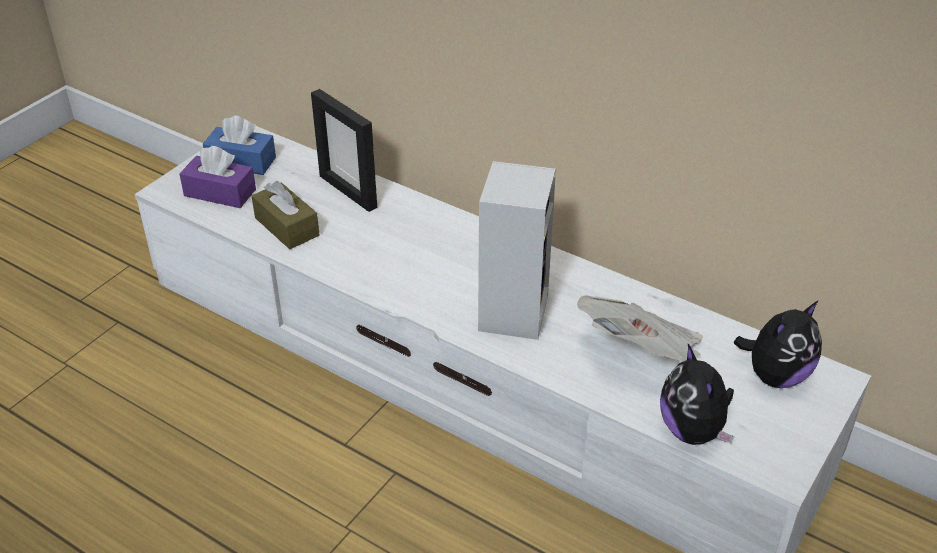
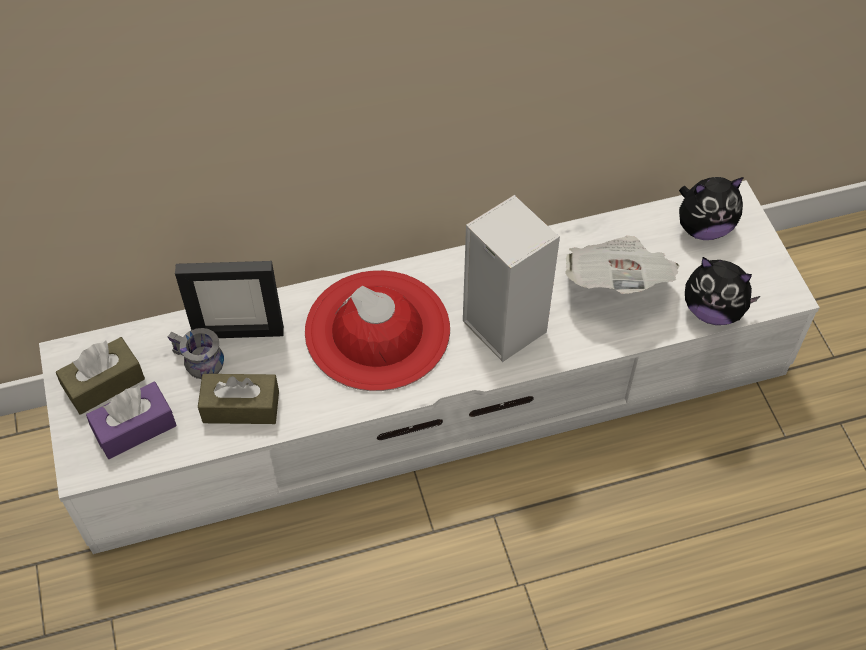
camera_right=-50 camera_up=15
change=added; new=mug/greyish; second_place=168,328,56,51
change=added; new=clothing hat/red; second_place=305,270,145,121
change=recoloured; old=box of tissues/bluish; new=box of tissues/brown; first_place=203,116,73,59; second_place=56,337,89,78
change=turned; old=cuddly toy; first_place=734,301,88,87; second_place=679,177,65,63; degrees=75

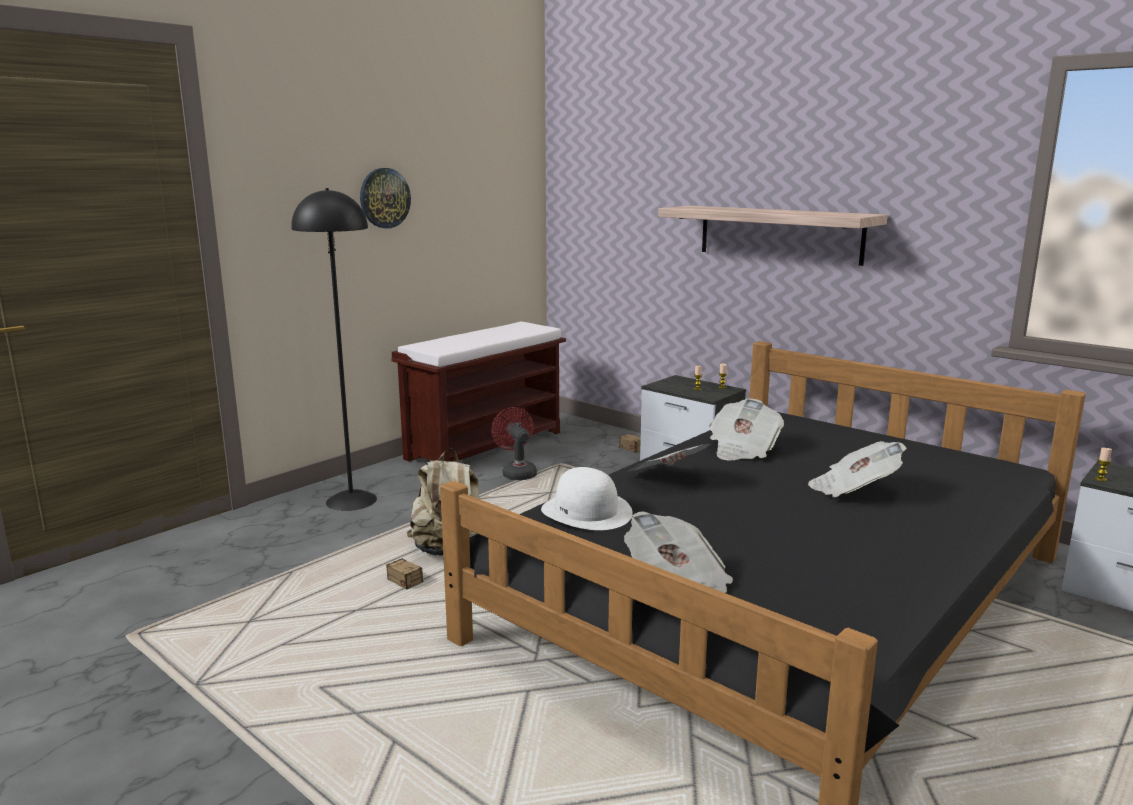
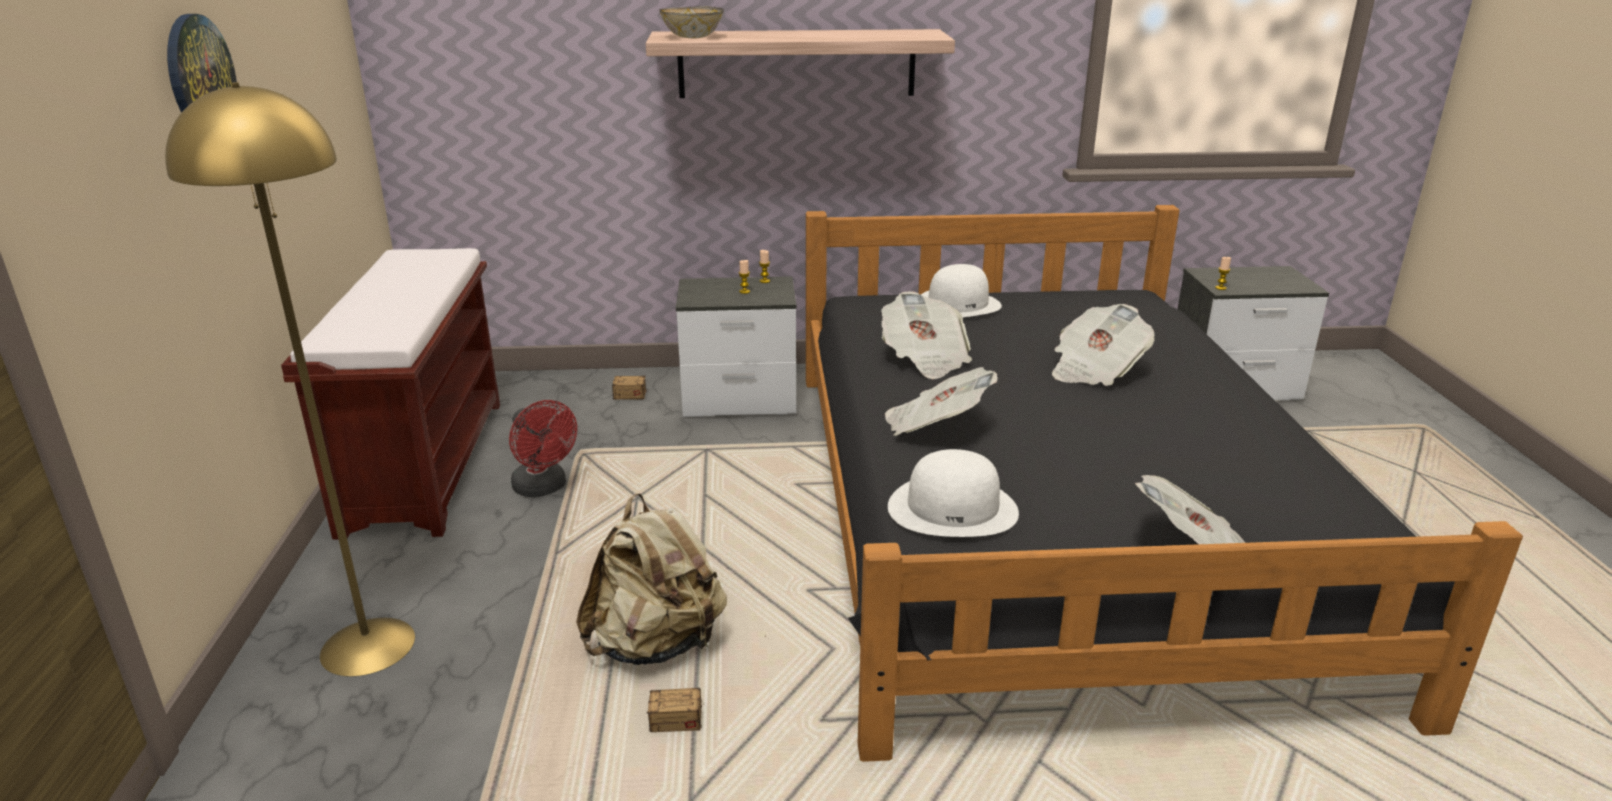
camera_right=-45 camera_up=10
change=added; new=deep dish; second_place=659,6,65,32
change=added; new=clothing hat/whitish; second_place=921,264,81,53
change=recoloured; old=standard lamp/blackish; new=standard lamp/yellow; first_place=291,188,86,323; second_place=165,82,250,594
change=turned; old=cooling fan/red; first_place=491,407,46,73; second_place=509,400,68,97; degrees=-150

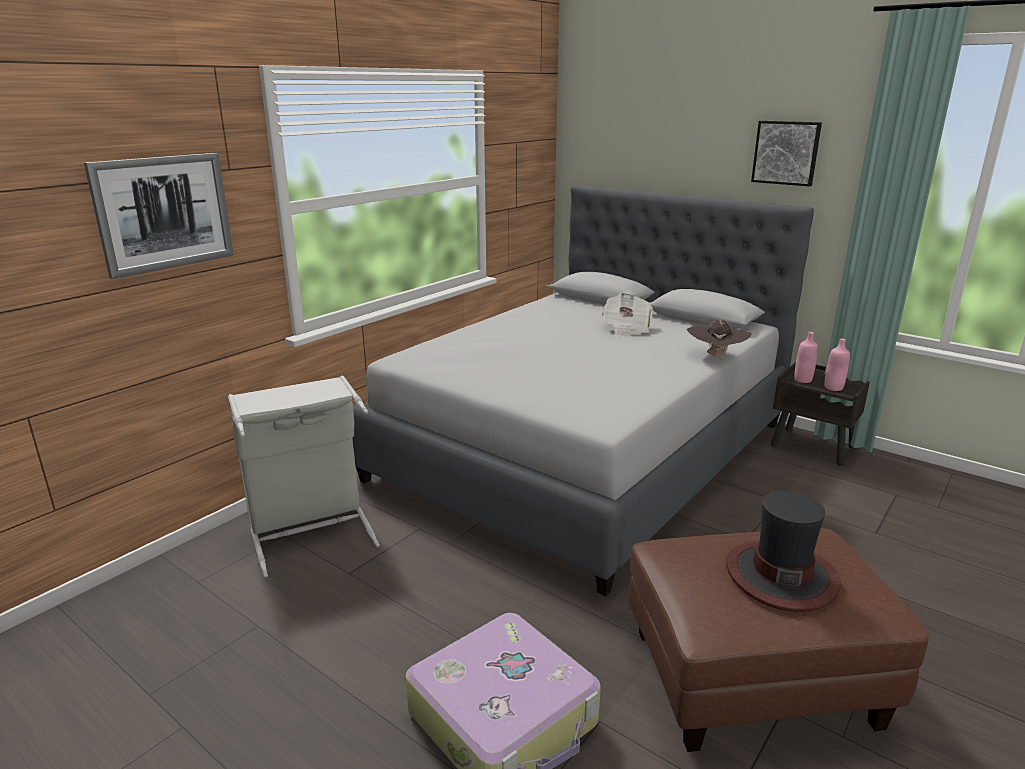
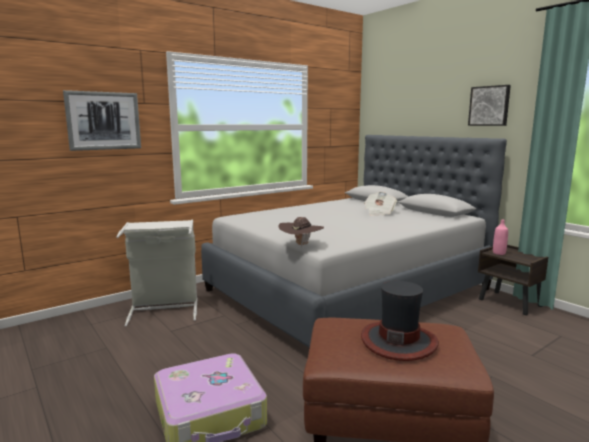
camera_right=15 camera_up=-10
change=removed; old=beverage bottle/pink; first_place=824,339,26,52
change=moved; old=clothing hat/brown; first_place=687,320,65,38; second_place=278,217,46,30

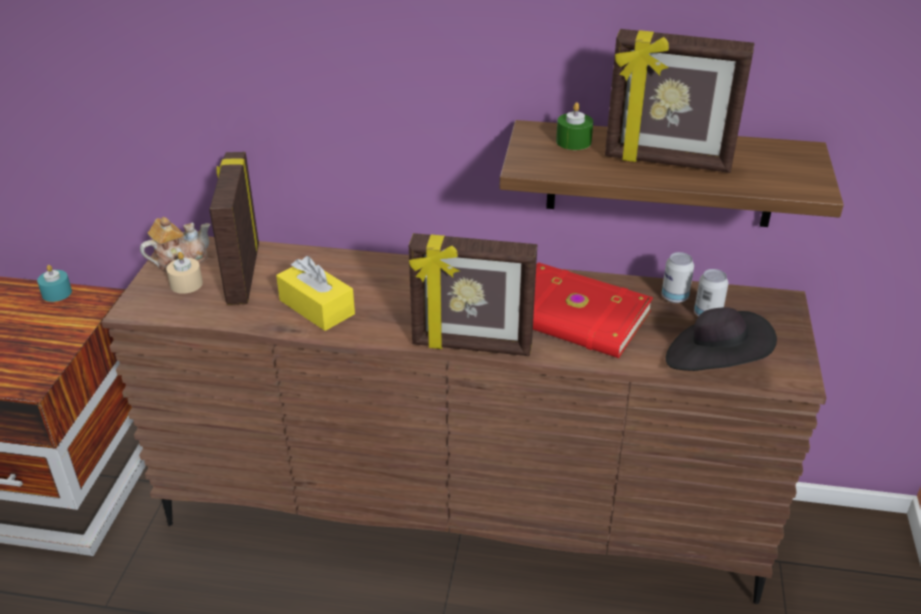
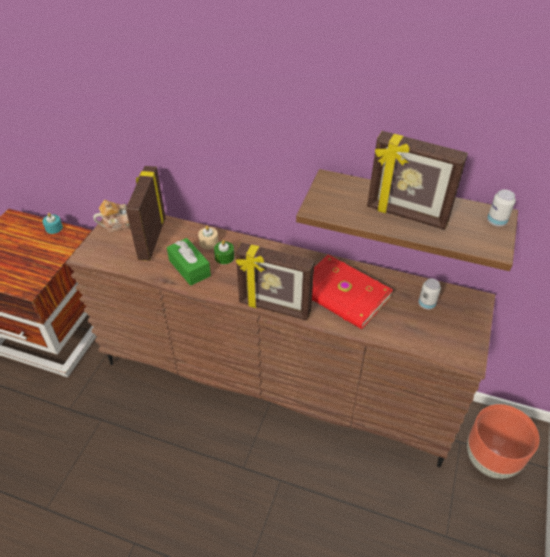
camera_right=10 camera_up=10
change=removed; old=clothing hat/blackish; first_place=666,307,111,64
change=added; new=flower pot/brown; second_place=467,404,72,75
change=moved; old=candle/beige; first_place=166,252,37,42; second_place=198,226,20,24
change=moved; old=candle/green-coloured; first_place=556,102,37,48; second_place=214,240,20,24
change=moved; old=can; first_place=662,252,32,51; second_place=487,189,29,37
change=recoloured; old=box of tissues/yellow; new=box of tissues/green-coloured; first_place=276,256,79,75; second_place=167,238,44,48

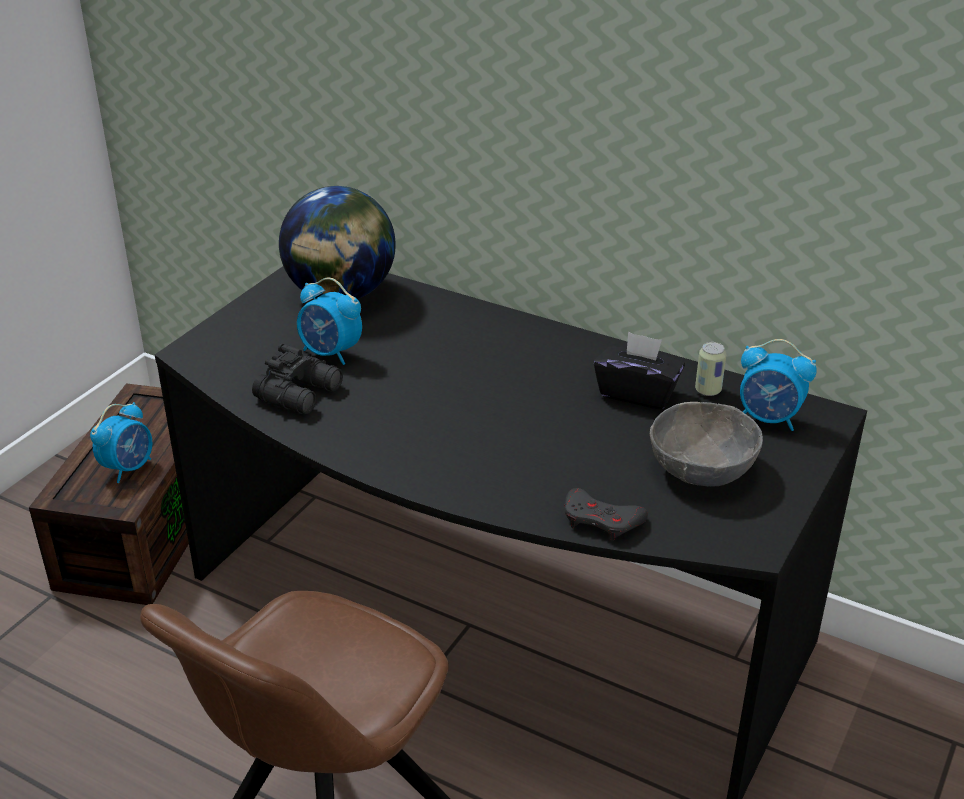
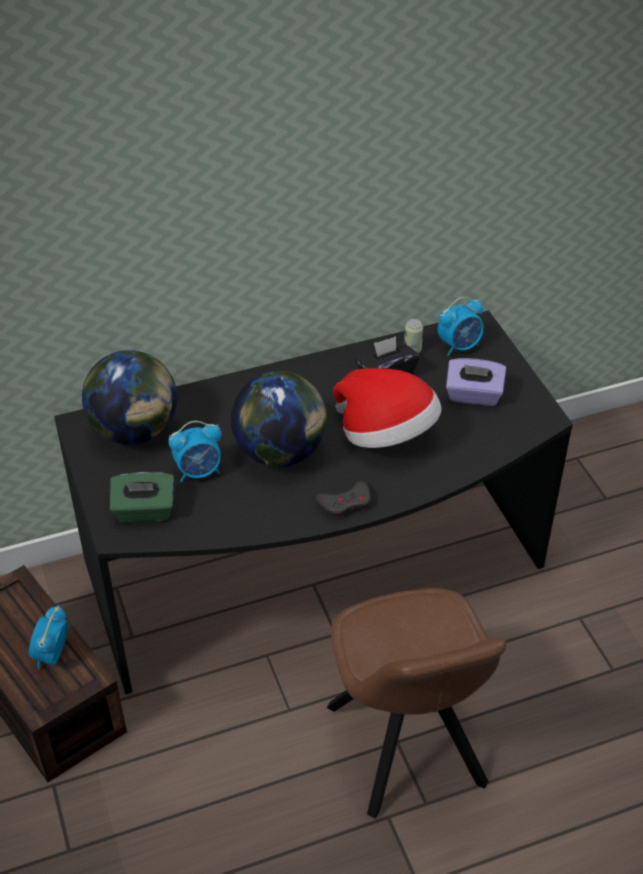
camera_right=-50 camera_up=10
change=removed; old=field glasses/blackish; first_place=252,344,91,70
change=added; new=box of tissues/green-coloured; second_place=110,472,64,50
change=added; new=world globe; second_place=231,371,96,96
change=added; new=clothing hat; second_place=333,368,109,80
change=moved; old=gamepad/greyish; first_place=564,488,84,53; second_place=315,481,56,38
change=replaced; old=deep dish/greyish; new=box of tissues/purple-coloured; first_place=650,402,113,85; second_place=446,358,60,48
change=turned; old=alarm clock; first_place=90,402,62,81; second_place=29,605,39,64; degrees=-150

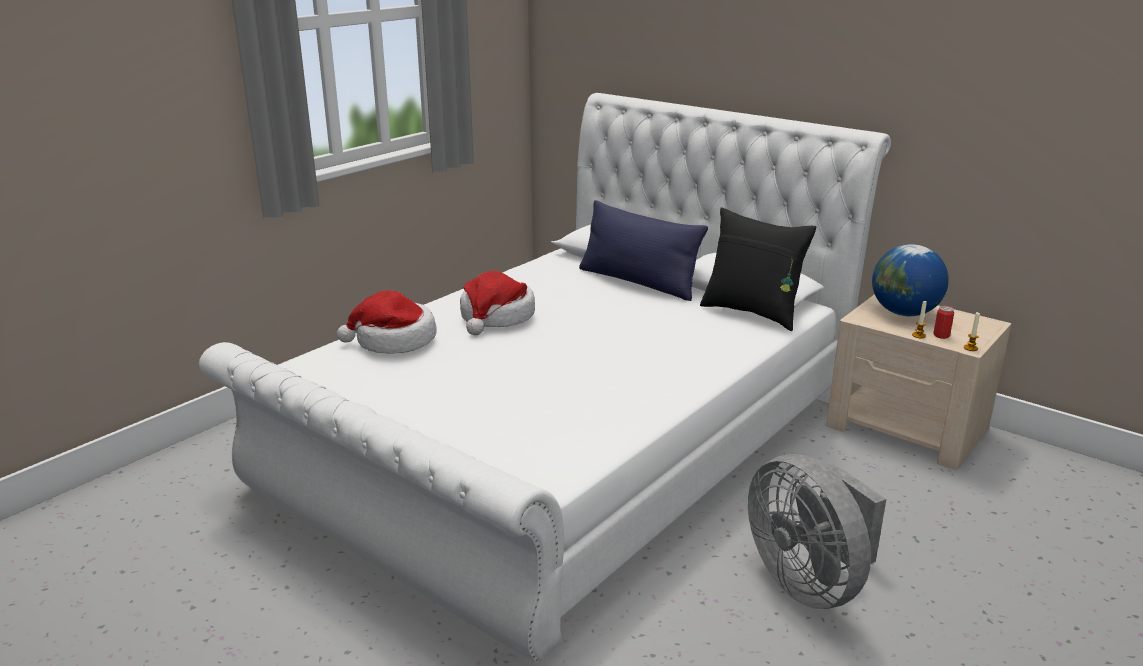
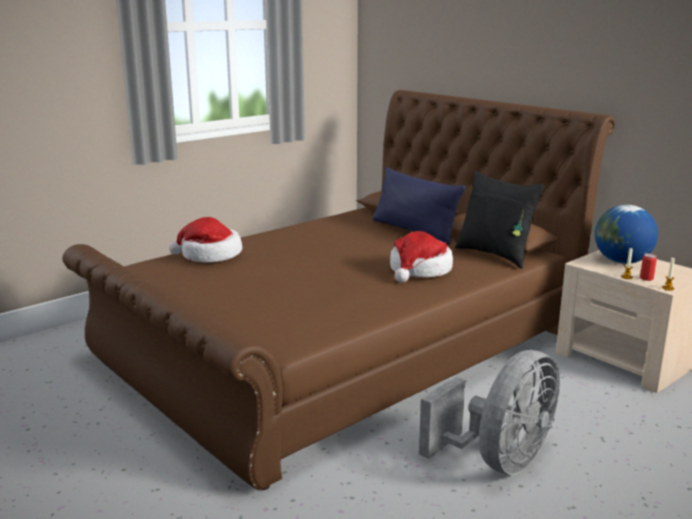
camera_right=10 camera_up=-5
change=moved; old=clothing hat; first_place=460,271,75,64; second_place=390,231,63,52
change=recoloured; old=bed/whitish; new=bed/brown; first_place=199,93,692,569; second_place=62,90,554,401
change=turned; old=cooling fan/greyish; first_place=748,454,138,155; second_place=419,350,141,125; degrees=-120

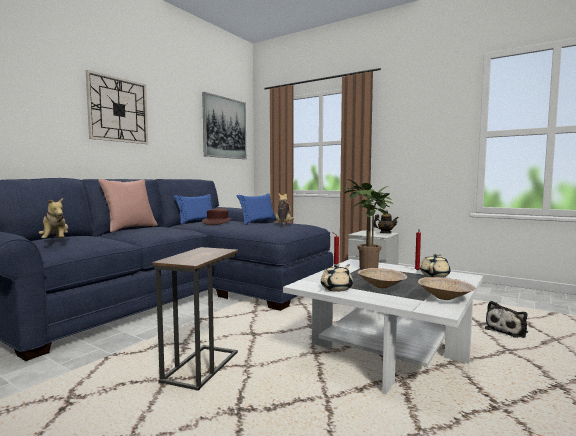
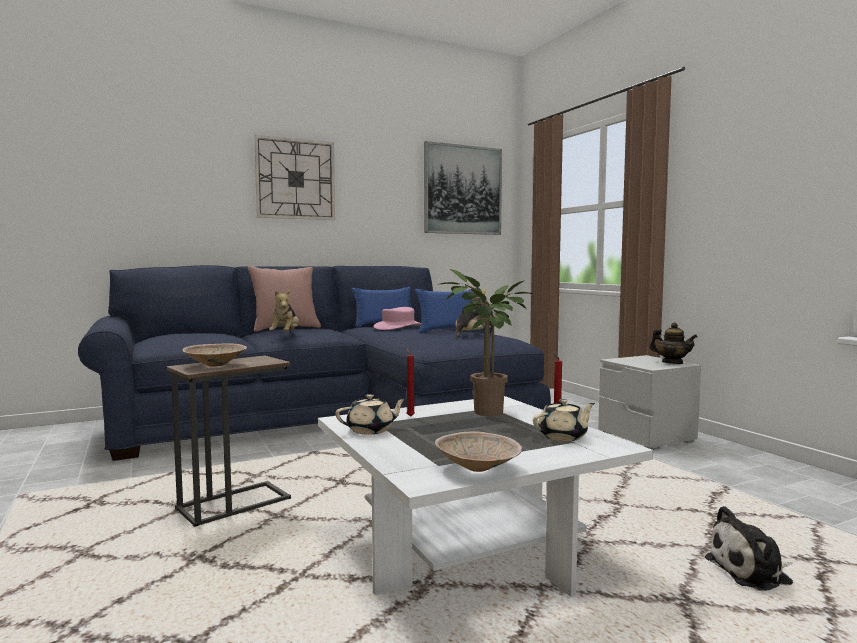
camera_right=30 camera_up=0
change=moved; old=cuddly toy; first_place=39,198,29,40; second_place=269,289,30,42
change=moved; old=deep dish/beige; first_place=358,268,49,20; second_place=182,343,65,24
change=recoloured; old=clothing hat/brown; new=clothing hat/pink; first_place=202,208,30,17; second_place=374,307,47,23

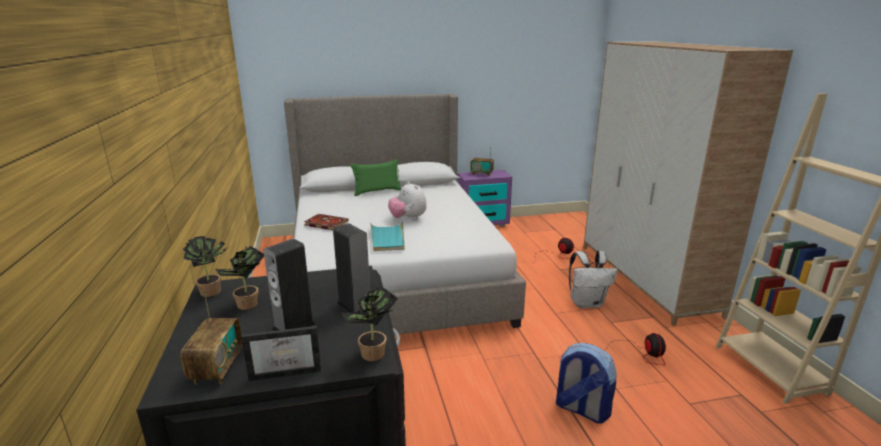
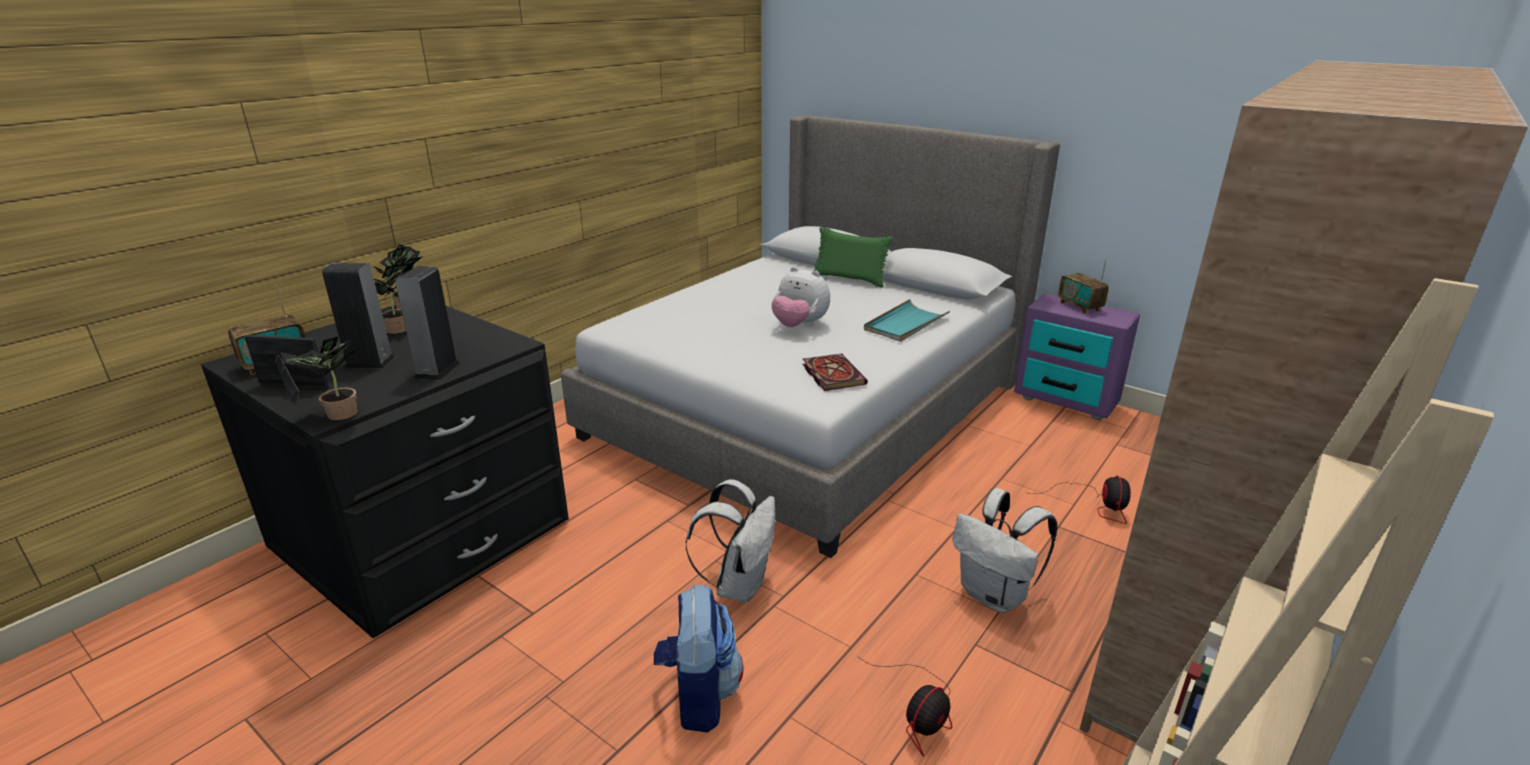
camera_right=50 camera_up=5
change=added; new=knapsack/whitish; second_place=686,479,89,124
change=moved; old=bound book; first_place=304,214,44,16; second_place=802,354,66,37
change=moved; old=serving tray/turquoise-coloured; first_place=370,221,34,30; second_place=864,299,86,43
change=turned; old=photo frame; first_place=241,326,80,55; second_place=244,335,85,67; degrees=150
change=turned; old=cuddly toy; first_place=388,181,39,39; second_place=771,267,59,60; degrees=-75

